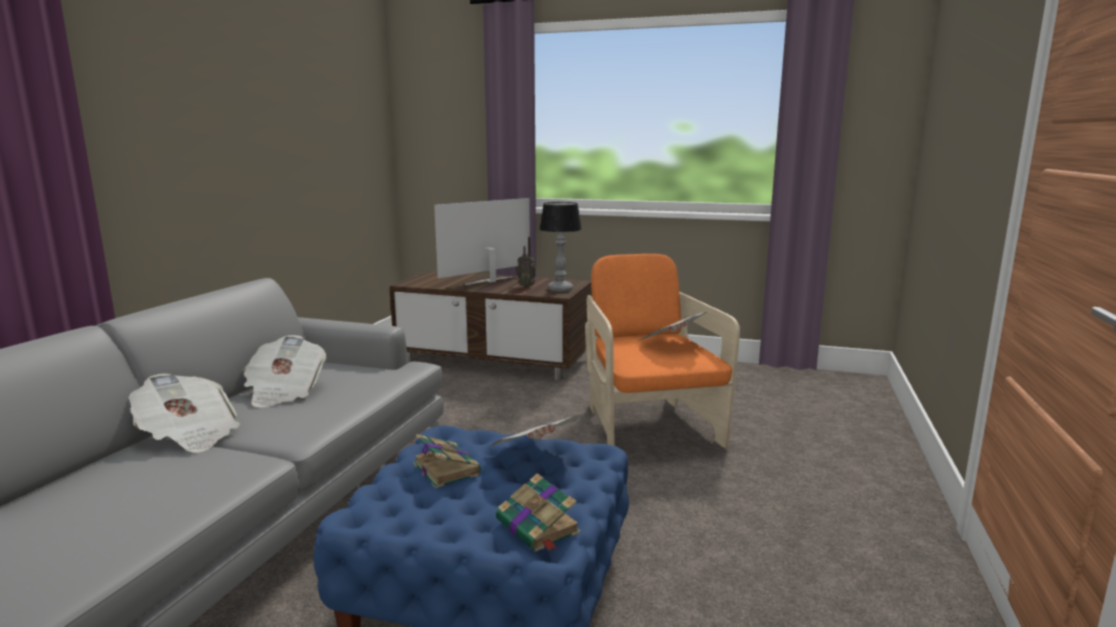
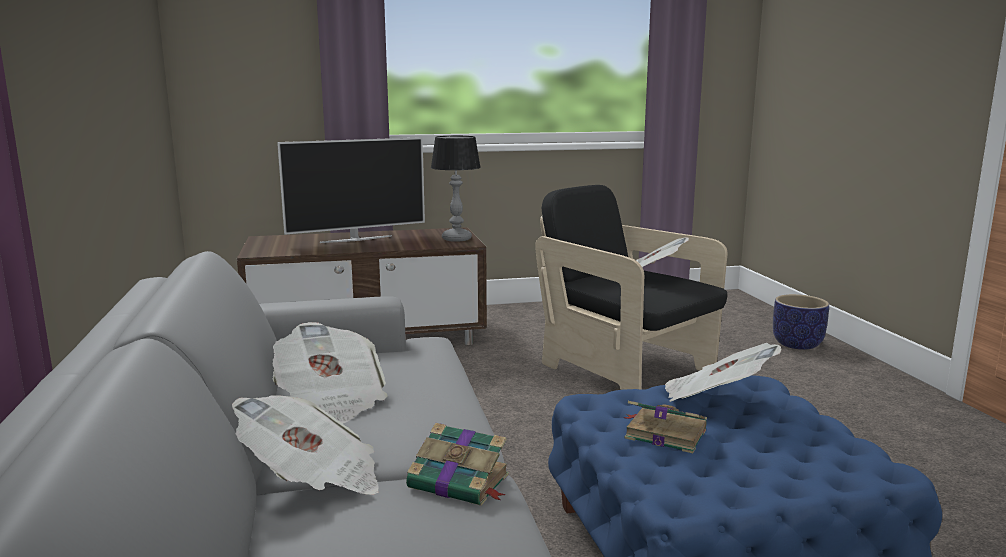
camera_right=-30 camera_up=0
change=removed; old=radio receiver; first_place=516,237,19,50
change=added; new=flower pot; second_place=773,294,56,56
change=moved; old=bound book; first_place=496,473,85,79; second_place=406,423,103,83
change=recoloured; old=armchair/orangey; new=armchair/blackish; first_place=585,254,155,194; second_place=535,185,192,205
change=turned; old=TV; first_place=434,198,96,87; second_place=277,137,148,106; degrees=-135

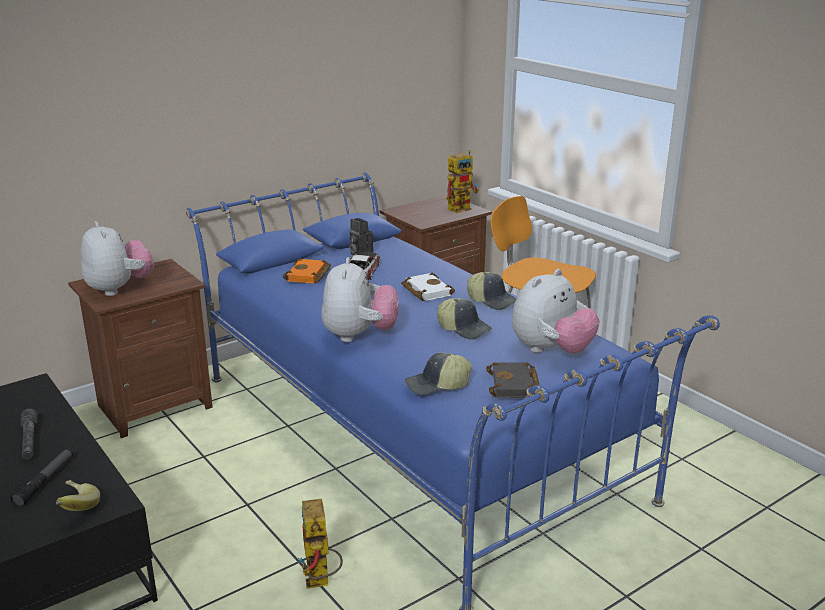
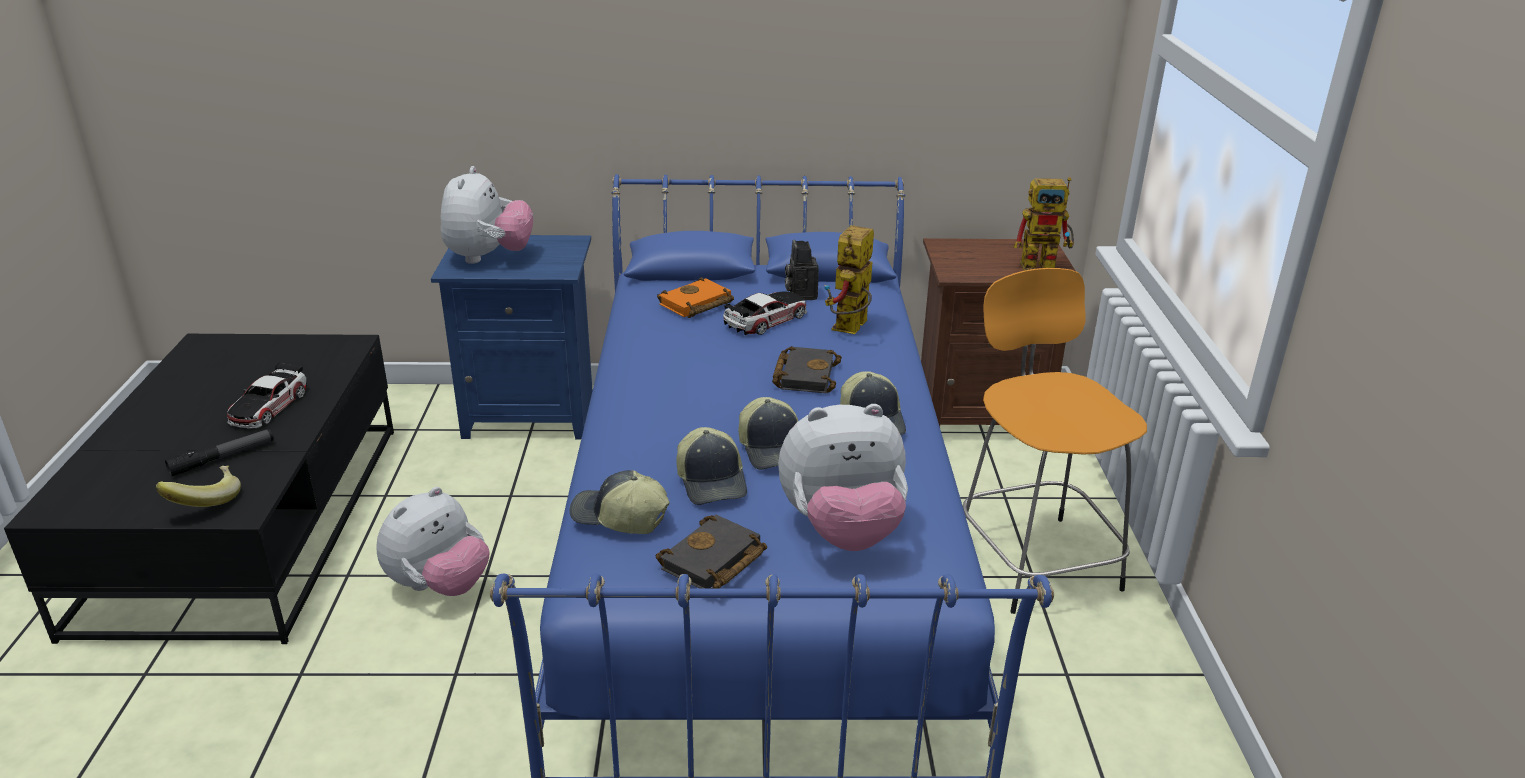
camera_right=35 camera_up=5
change=added; new=cap; second_place=676,427,71,78
change=moved; old=robot figure; first_place=298,499,45,90; second_place=824,225,50,109
change=moved; old=cuddly toy; first_place=321,257,78,85; second_place=376,487,113,109
change=replaced; old=flashlight/greyish; new=model car; first_place=21,409,16,50; second_place=227,362,80,67
change=recoloured; old=nightstand/brown; new=nightstand/bluish; first_place=68,259,145,179; second_place=431,235,161,205
change=recoloured; old=bound book/whitish; new=bound book/blackish; first_place=401,272,54,29; second_place=772,346,70,47

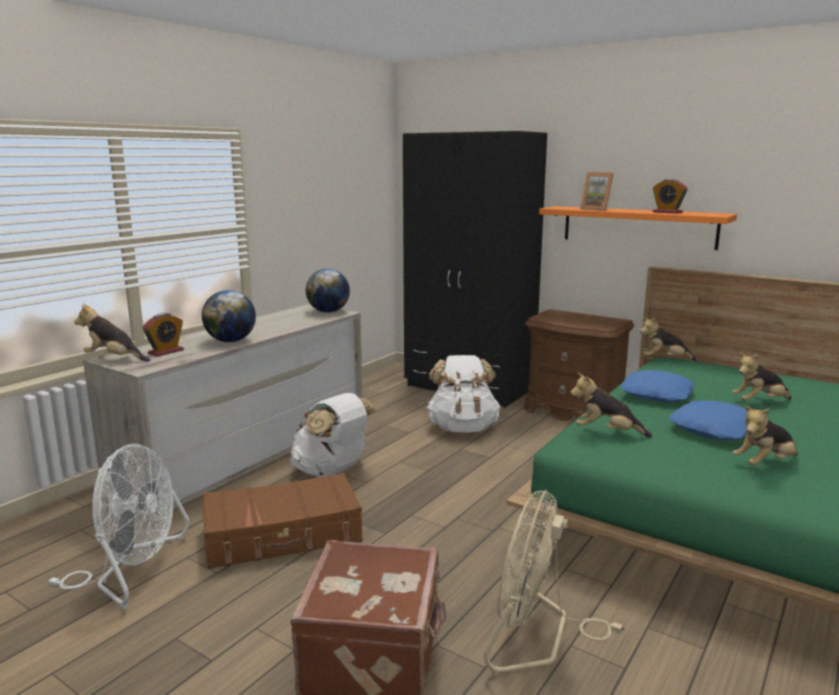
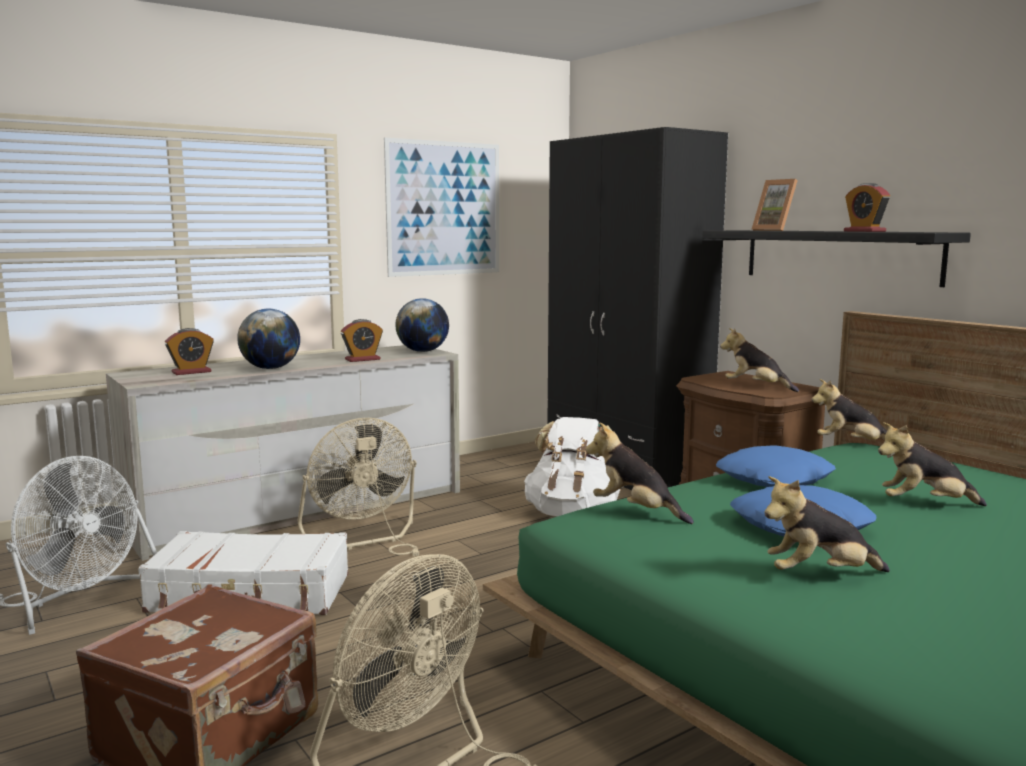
camera_right=20 camera_up=-5
change=added; new=alarm clock; second_place=341,319,42,43
change=added; new=wall art; second_place=384,138,115,139
change=moved; old=cuddly toy; first_place=74,303,76,59; second_place=720,328,79,64
change=replaced; old=knapsack/whitish; new=cooling fan/beige; first_place=290,393,87,84; second_place=298,418,121,138
change=recoloured; old=travel case/brown; new=travel case/whitish; first_place=202,473,161,96; second_place=138,531,210,84
change=recoloured; old=bracket shelf/orangey; new=bracket shelf/blackish; first_place=539,206,198,44; second_place=702,230,269,57

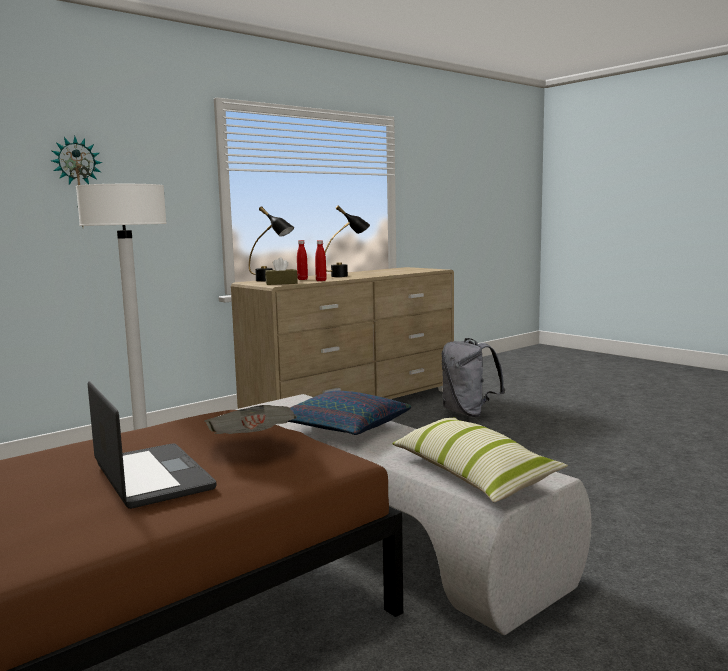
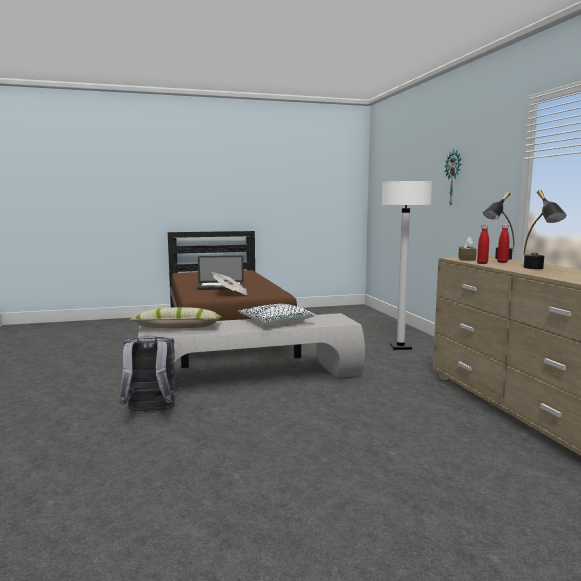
camera_right=115 camera_up=0
change=moved; old=knapsack/greyish; first_place=442,338,63,79; second_place=119,335,60,76
change=recoloured; old=pillow/bluish; new=pillow/whitish; first_place=287,391,124,44; second_place=238,304,77,21

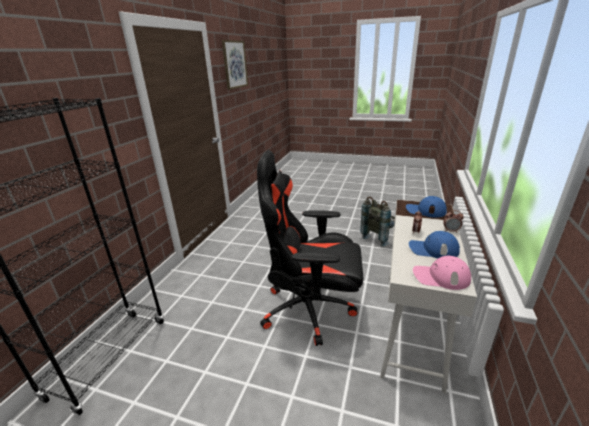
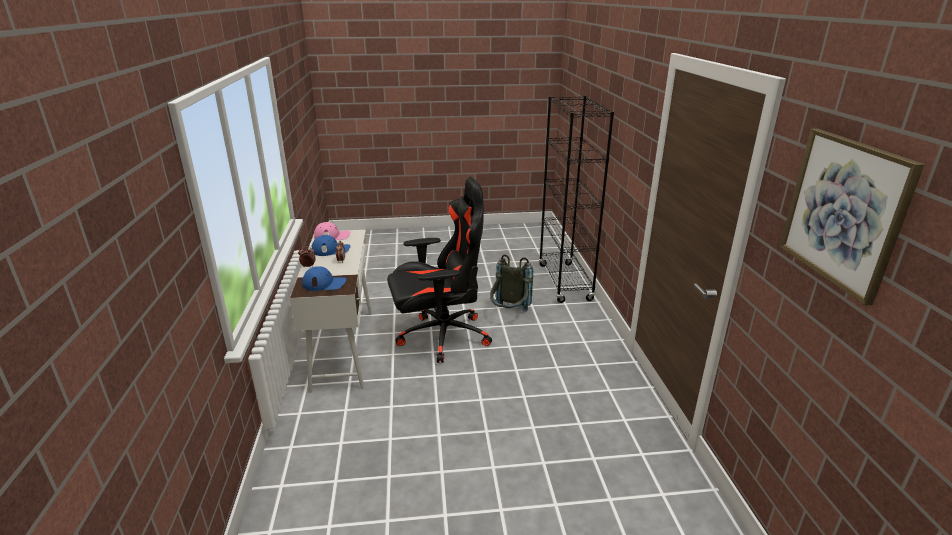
camera_right=155 camera_up=0
change=moved; old=knapsack/greyish; first_place=360,197,35,49; second_place=490,255,43,57

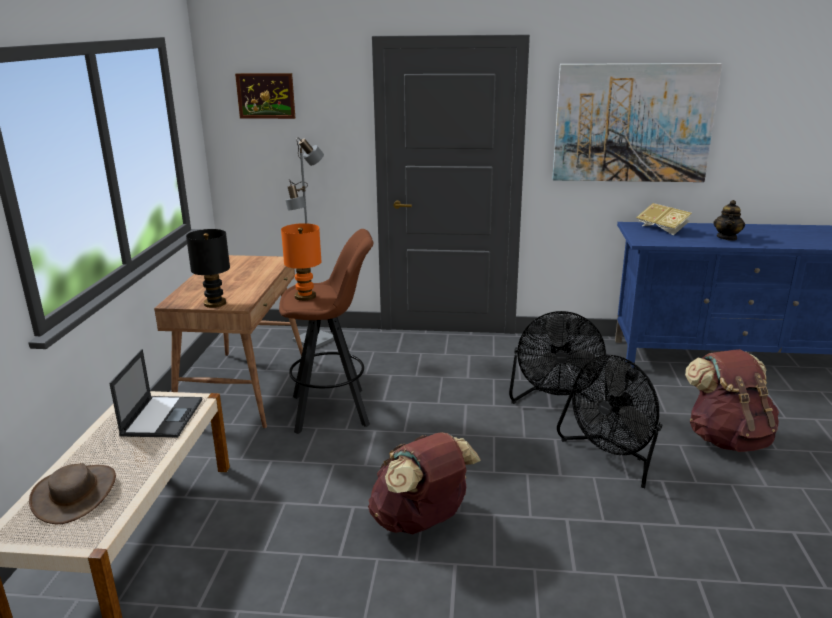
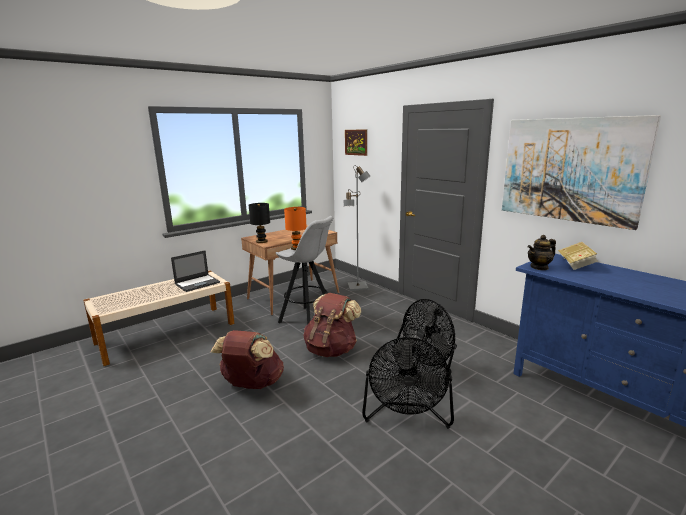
camera_right=45 camera_up=-5
change=removed; old=clothing hat/brown; first_place=29,463,87,61
change=moved; old=knapsack/brown; first_place=685,349,94,103; second_place=303,293,58,64
change=moved; old=pot for tea; first_place=714,200,31,41; second_place=528,235,28,35
change=recoloured; old=sitting stool/brown; new=sitting stool/greyish; first_place=279,229,95,205; second_place=276,216,57,109
change=turned; old=cooling fan/blackish; first_place=557,355,106,133; second_place=362,337,92,92; degrees=-90

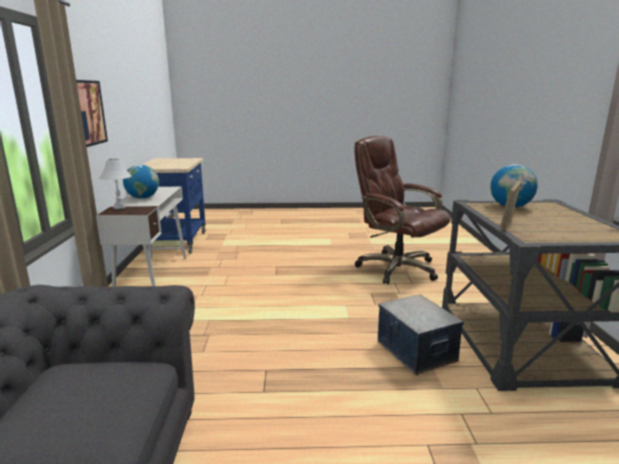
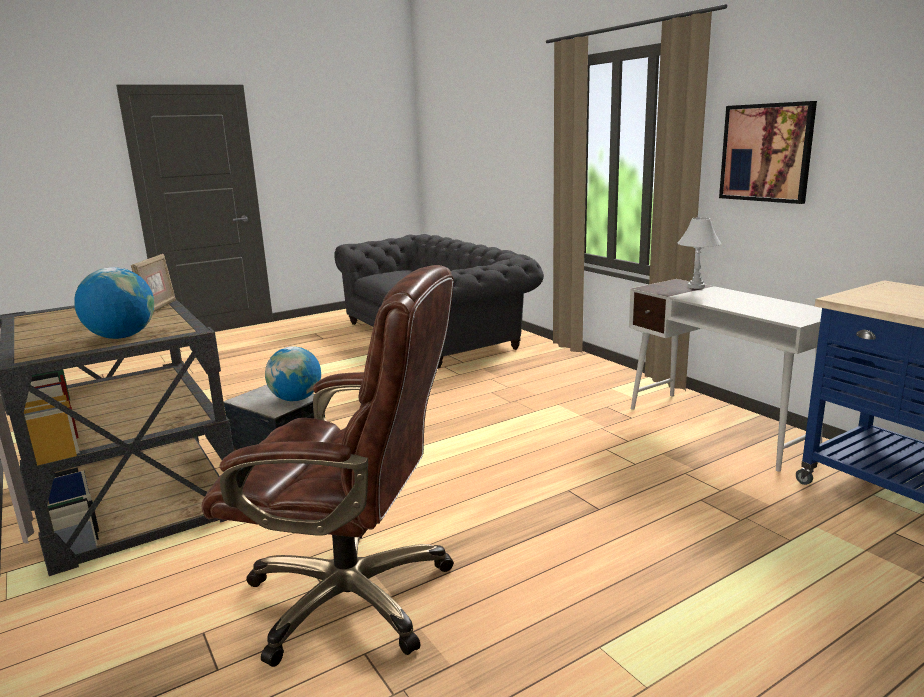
camera_right=150 camera_up=0
change=moved; old=world globe; first_place=123,165,36,34; second_place=265,346,56,55

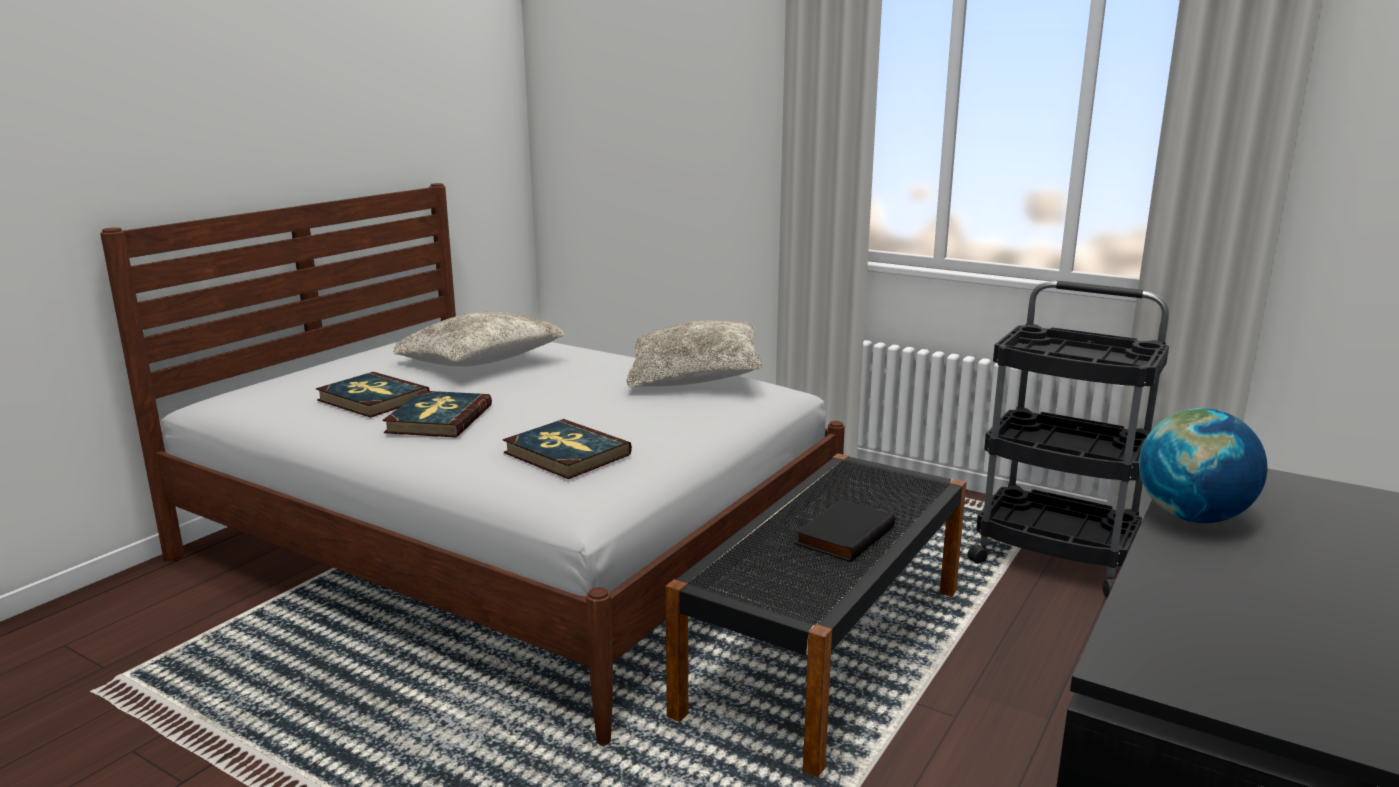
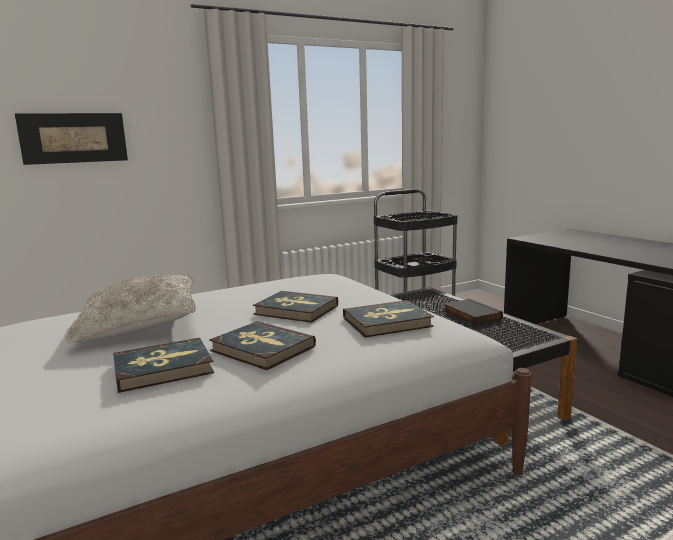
camera_right=-60 camera_up=-5
change=removed; old=pillow/beige; first_place=627,320,135,67
change=removed; old=world globe; first_place=1139,408,129,115
change=added; new=wall art; second_place=15,113,113,52
change=added; new=bound book; second_place=253,291,85,32

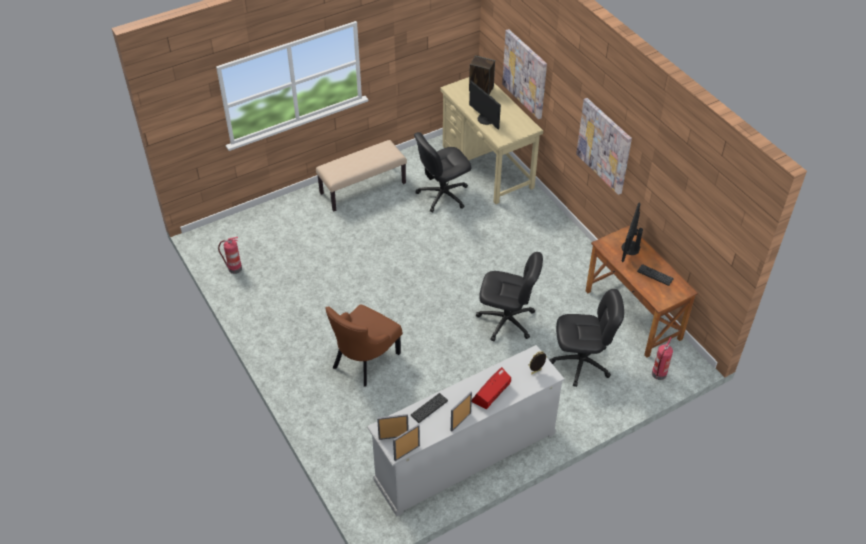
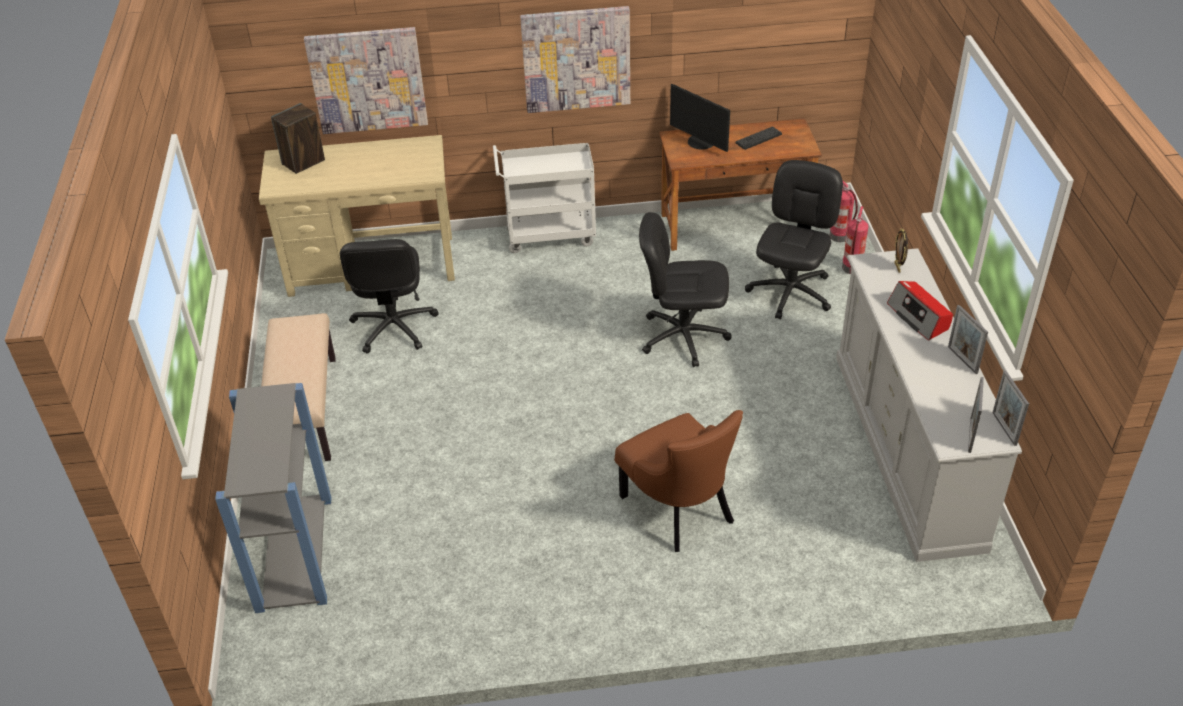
camera_right=-65 camera_up=-5
change=removed; old=keyboard; first_place=411,393,37,30
change=removed; old=monitor; first_place=469,81,32,48
change=added; new=bookcase/greyish; second_place=215,383,116,230
change=added; new=trolley/whitish; second_place=493,143,103,110
change=moved; old=extinguisher; first_place=218,237,24,37; second_place=842,206,27,68
change=turned; old=office chair/blackish; first_place=476,252,67,90; second_place=639,212,92,155; degrees=-120

